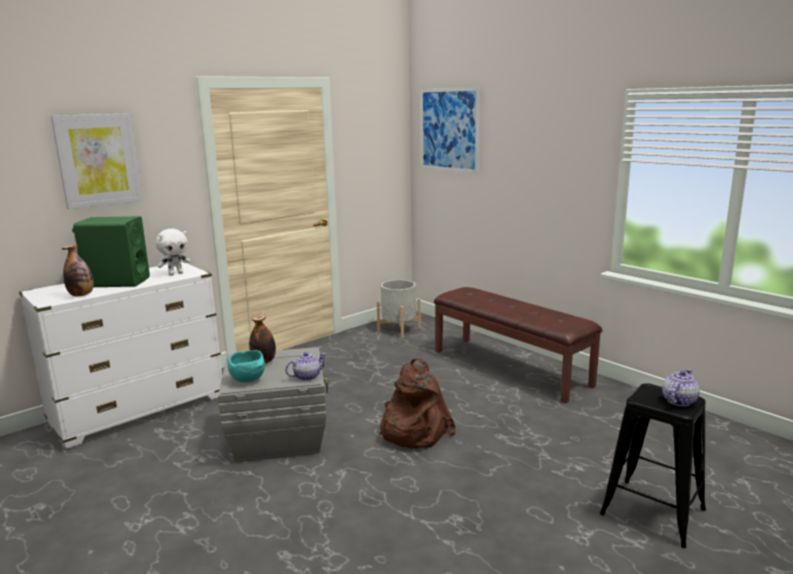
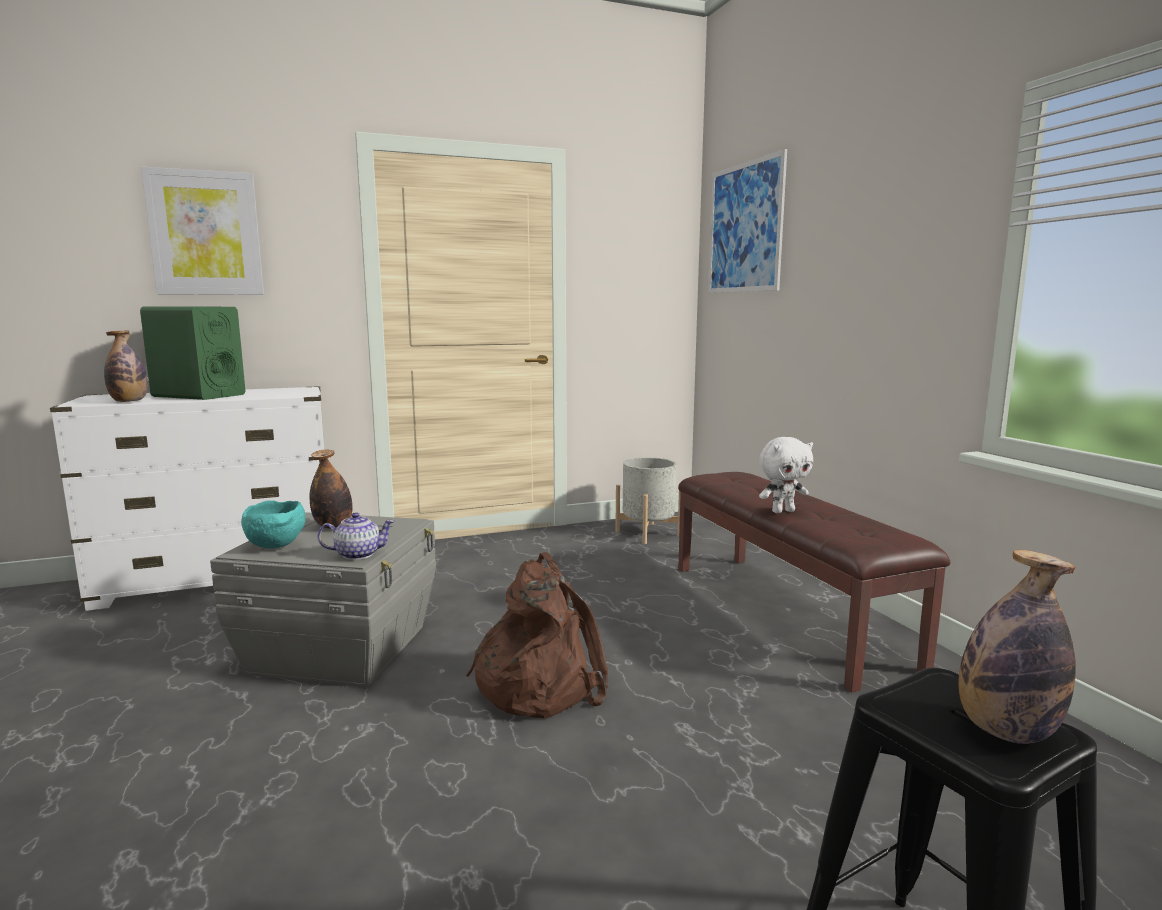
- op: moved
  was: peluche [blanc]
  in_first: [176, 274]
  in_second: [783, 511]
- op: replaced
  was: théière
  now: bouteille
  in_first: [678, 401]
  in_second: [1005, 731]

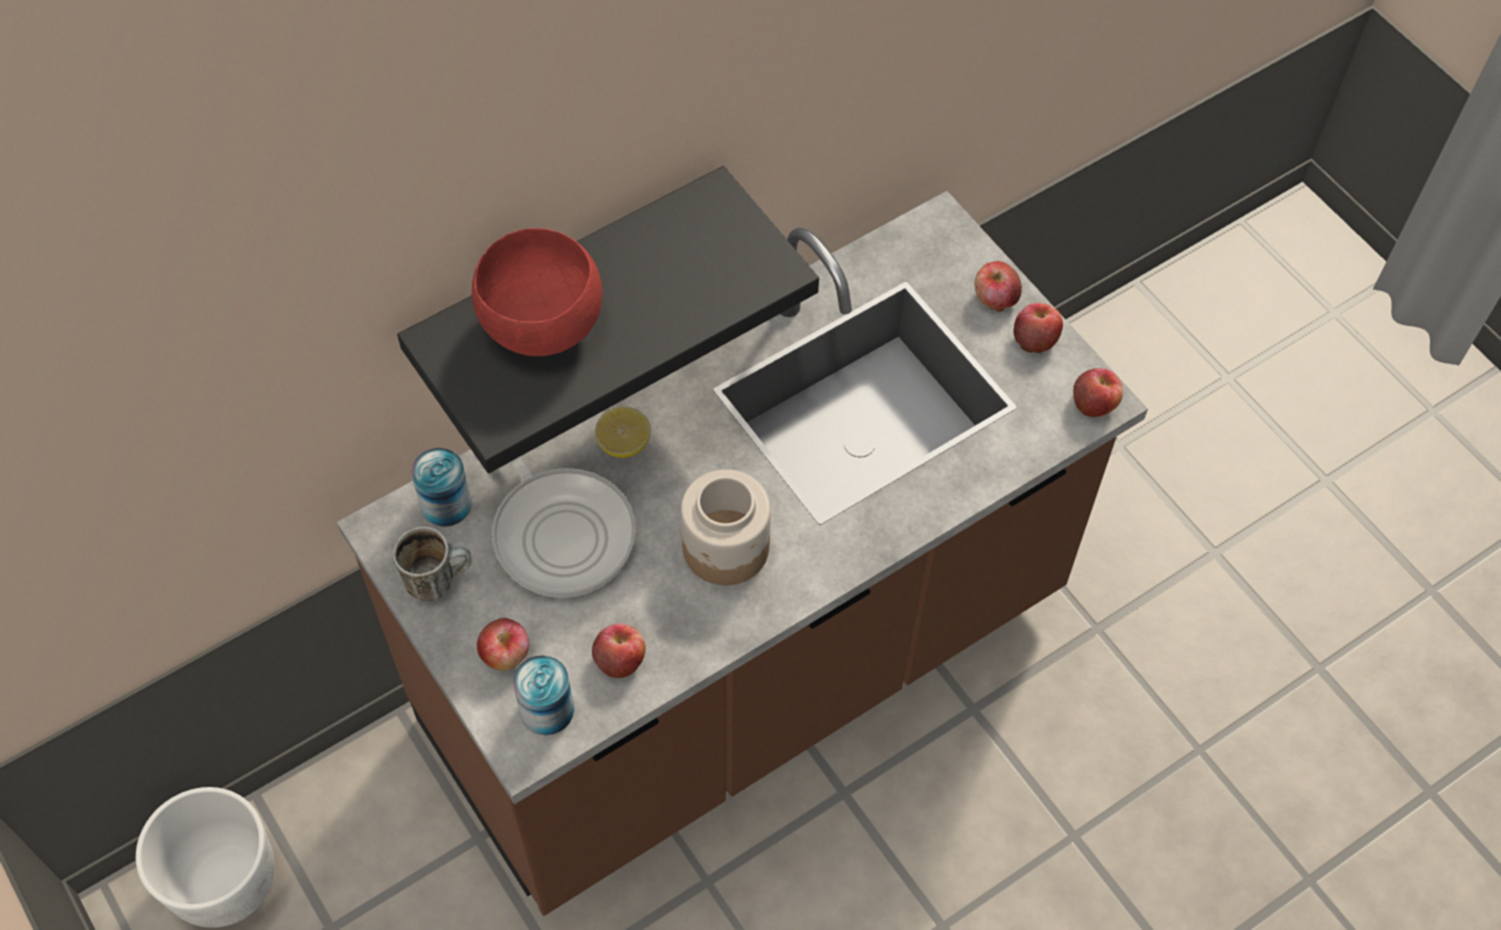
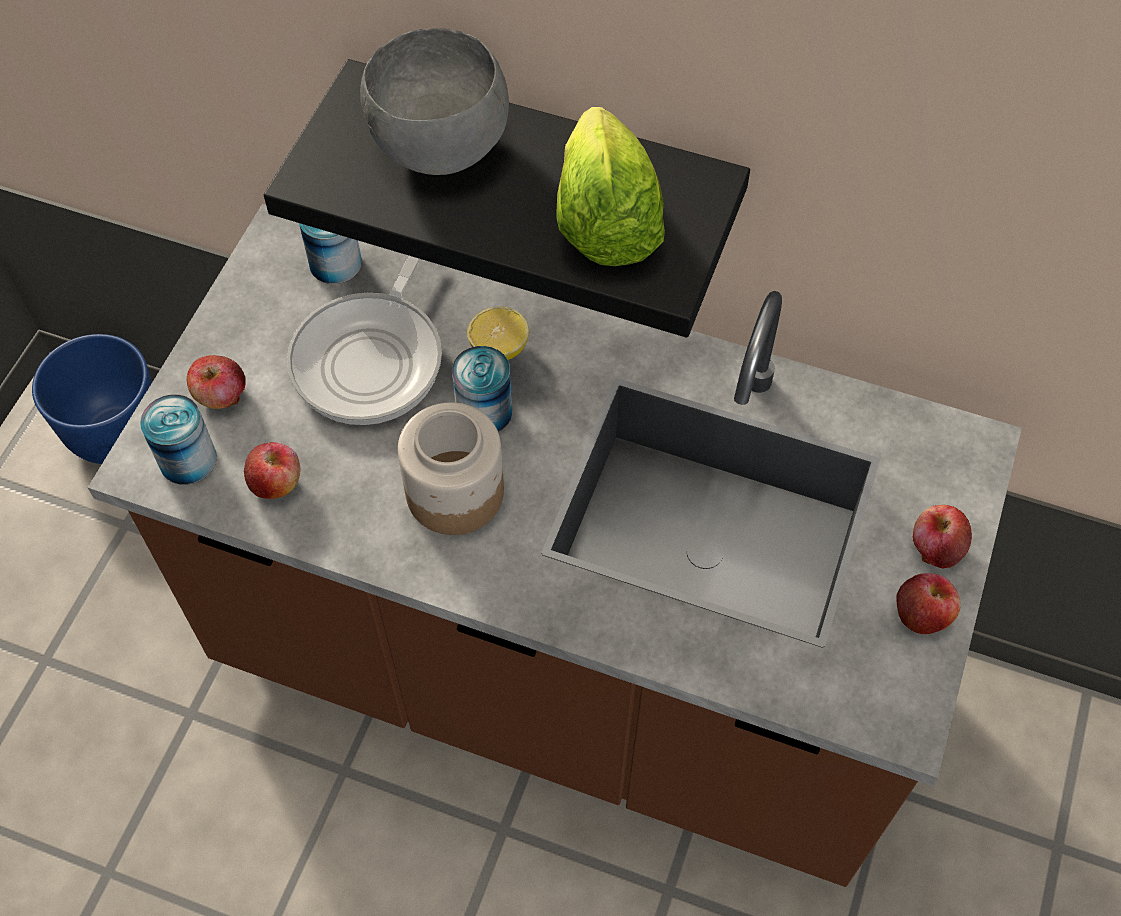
- op: recoloured
  was: bol [rouge]
  now: bol [gris]
  in_first: [542, 328]
  in_second: [437, 148]
- op: removed
  was: pomme
  in_first: [1094, 403]
- op: removed
  was: mug
  in_first: [438, 579]
- op: recoloured
  was: cache-pot [blanc]
  now: cache-pot [bleu]
  in_first: [227, 881]
  in_second: [118, 433]
- op: added
  now: laitue
  in_second: [605, 222]
- op: added
  now: boîte métallique
  in_second: [484, 411]

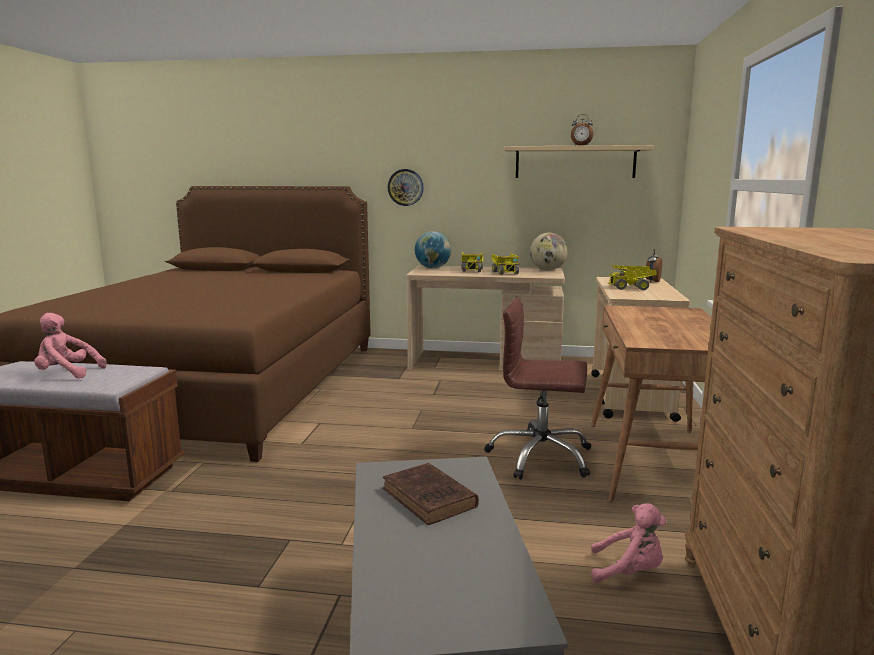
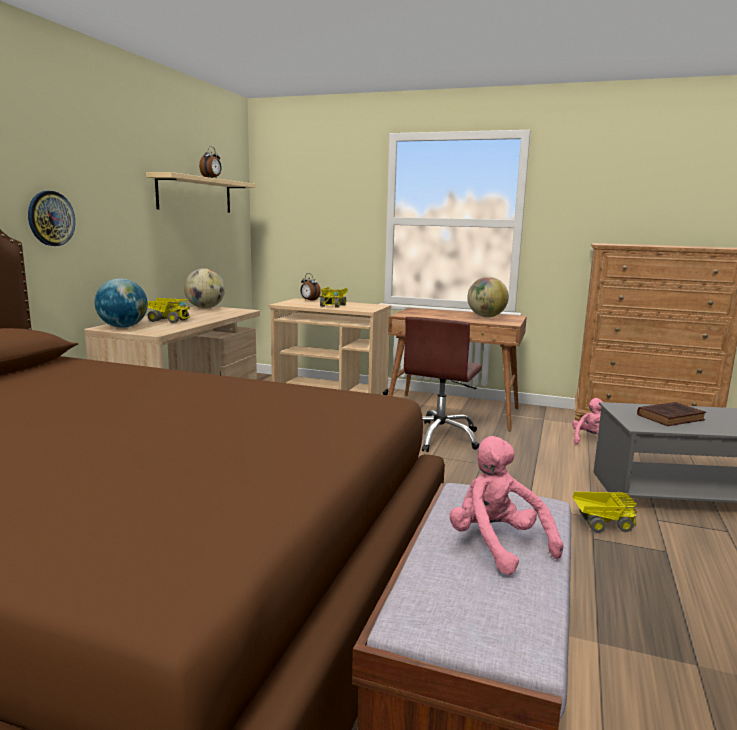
- op: moved
  was: camion jouet
  in_first: [505, 272]
  in_second: [601, 524]
- op: turned
  was: peluche [rose]
  in_first: [67, 373]
  in_second: [496, 545]
  clockwise: 135
- op: added
  now: globe
  in_second: [486, 317]

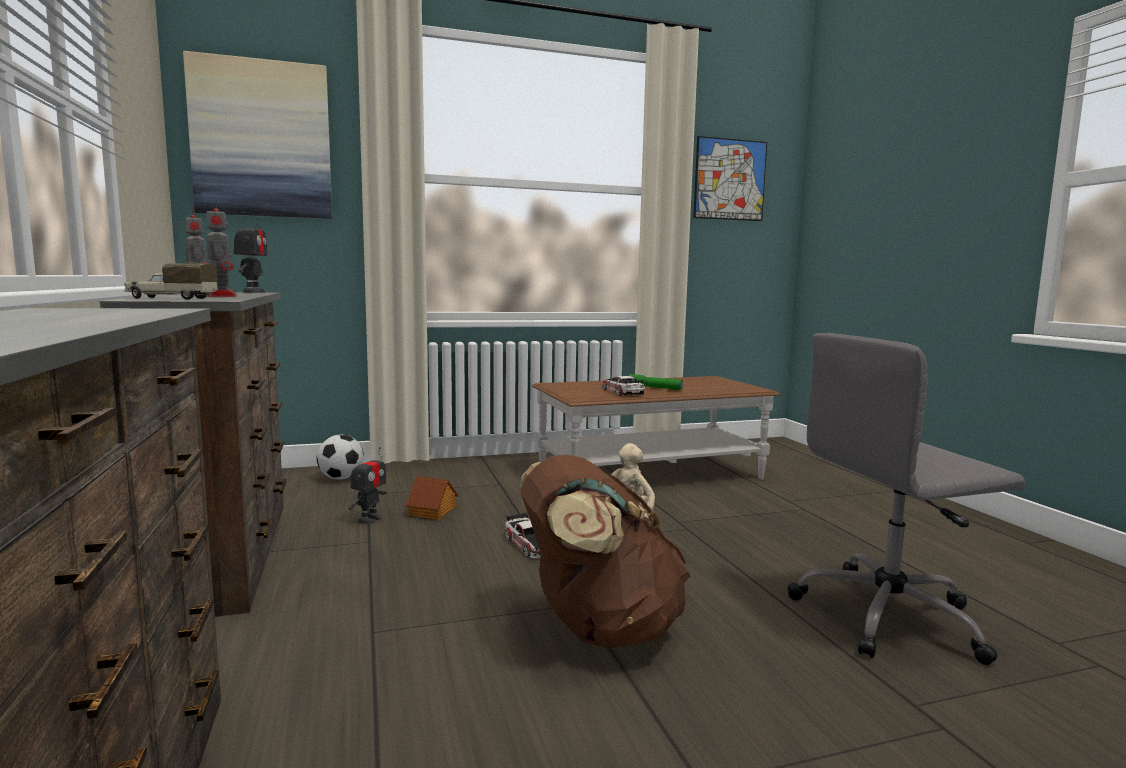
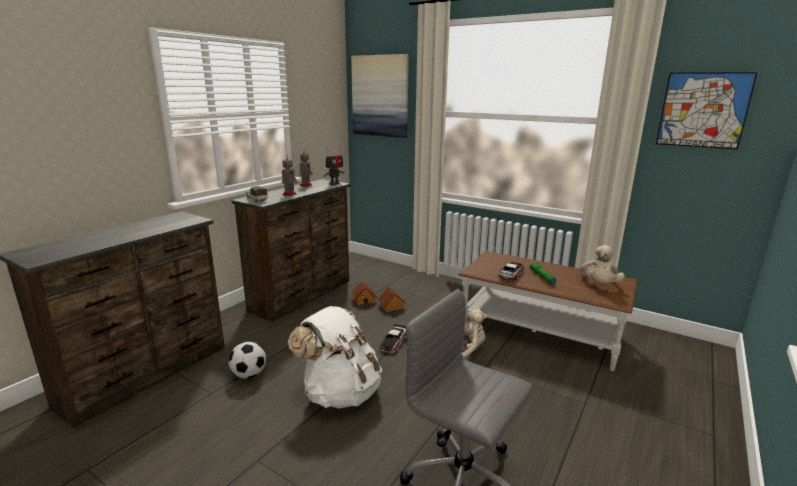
- op: moved
  was: ballon de foot
  in_first: [341, 478]
  in_second: [249, 375]
- op: replaced
  was: robot jouet
  now: maison miniature
  in_first: [369, 519]
  in_second: [364, 300]
- op: recoloured
  was: sac à dos [marron]
  now: sac à dos [blanc]
  in_first: [598, 628]
  in_second: [340, 393]
- op: added
  now: peluche [beige]
  in_second: [599, 285]

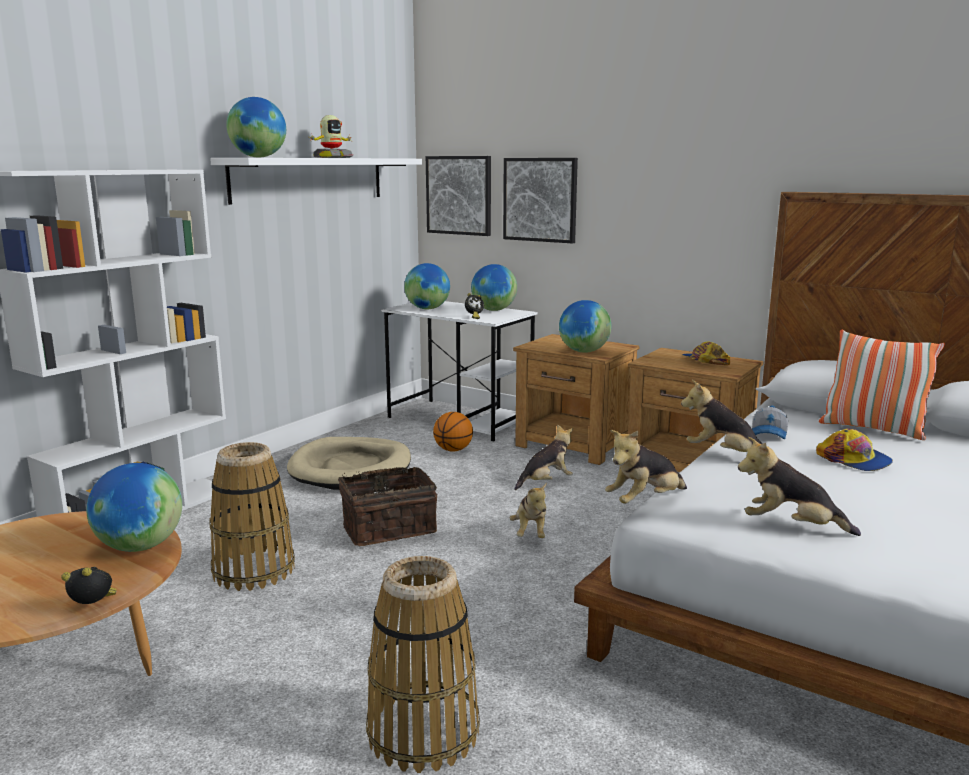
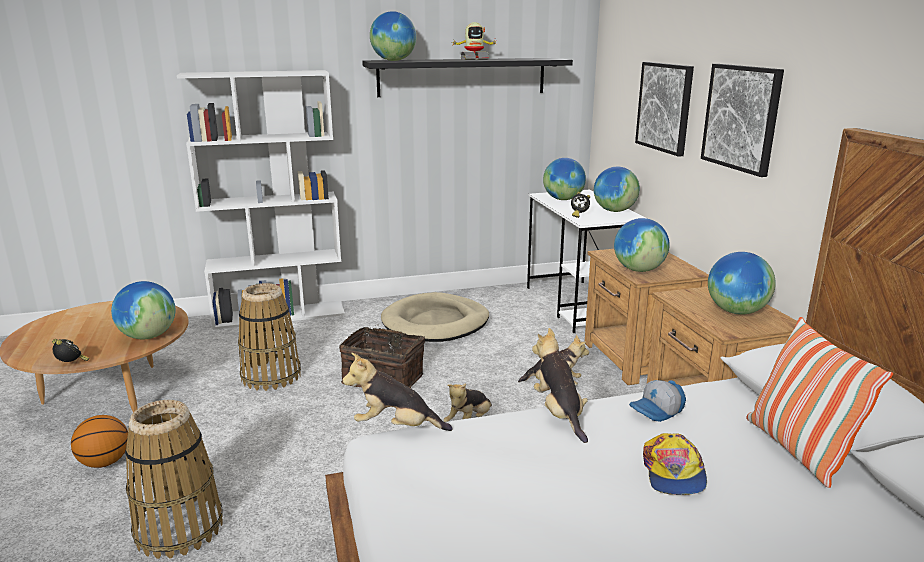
- op: moved
  was: tableau
  in_first: [459, 195]
  in_second: [741, 118]
- op: recoloured
  was: étagère [blanc]
  now: étagère [noir]
  in_first: [309, 179]
  in_second: [462, 77]
- op: replaced
  was: casquette
  now: globe
  in_first: [704, 362]
  in_second: [736, 311]
- op: moved
  was: ballon de basket
  in_first: [453, 450]
  in_second: [104, 462]
- op: removed
  was: peluche
  in_first: [791, 527]

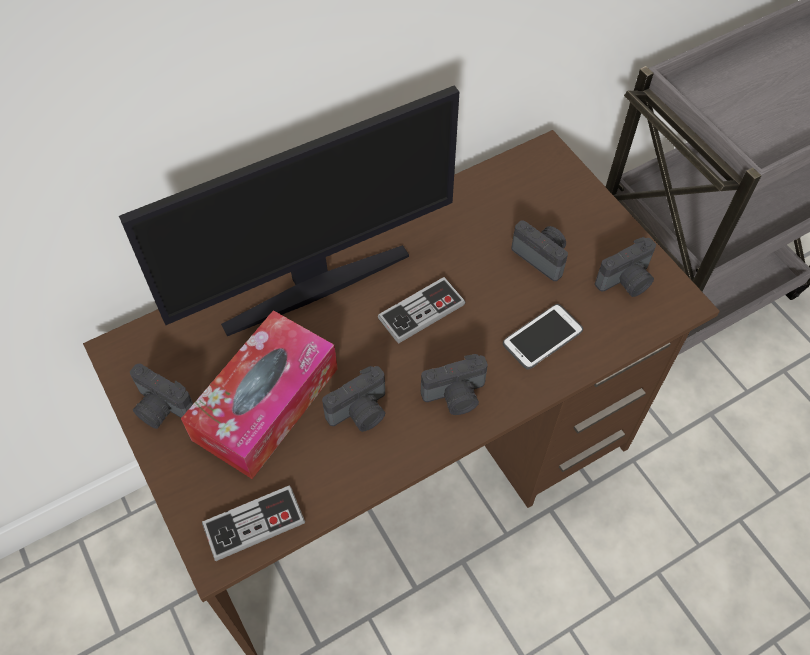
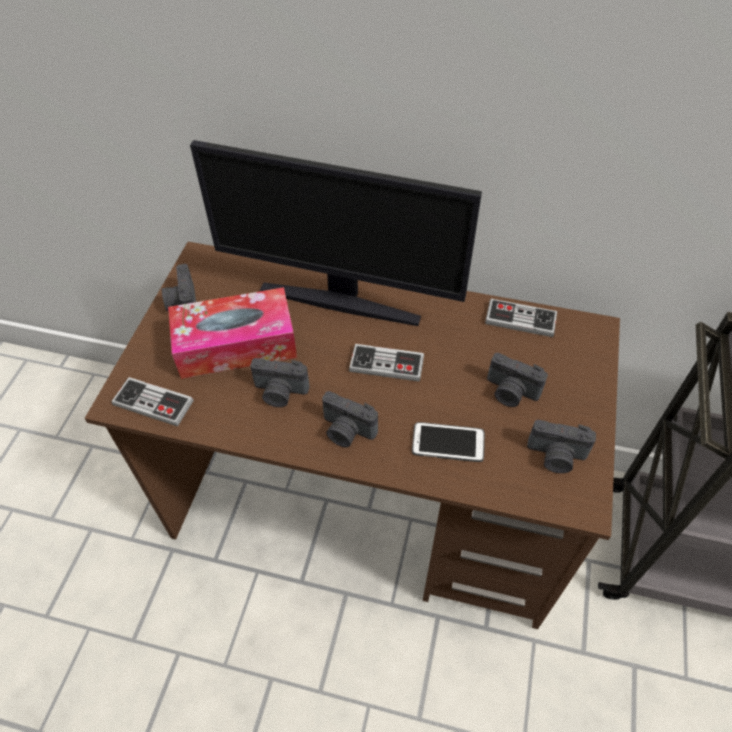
- op: turned
  was: appareil photo
  in_first: [542, 256]
  in_second: [510, 392]
  clockwise: 120
- op: added
  now: manette
  in_second: [520, 319]

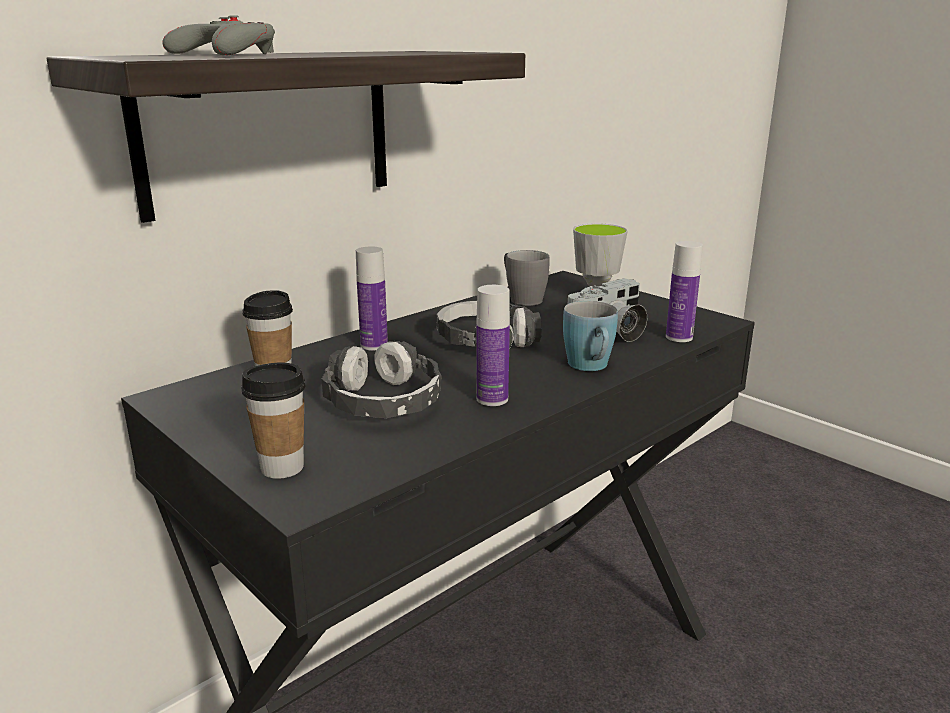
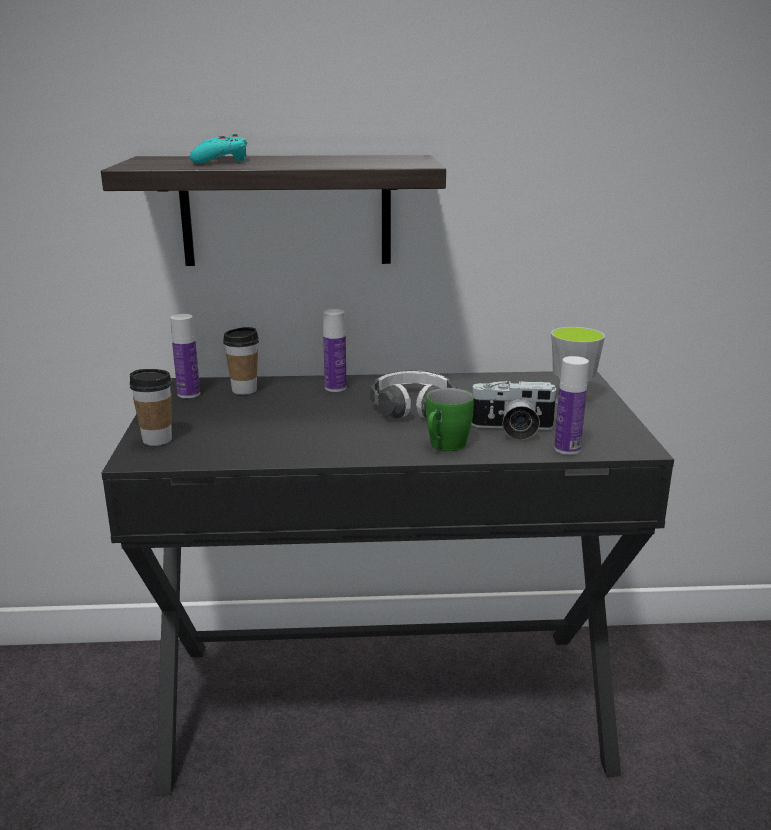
- op: recoloured
  was: manette [gris]
  now: manette [turquoise]
  in_first: [224, 54]
  in_second: [220, 160]
- op: removed
  was: mug [gris]
  in_first: [521, 298]
- op: moved
  was: bouteille
  in_first: [492, 399]
  in_second: [188, 394]
- op: recoloured
  was: mug [bleu]
  now: mug [vert]
  in_first: [591, 367]
  in_second: [444, 447]
- op: removed
  was: casque audio
  in_first: [383, 401]

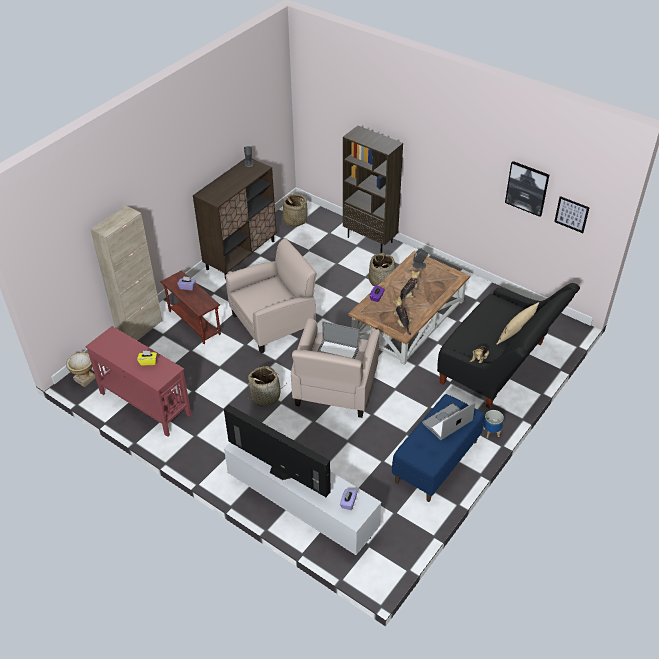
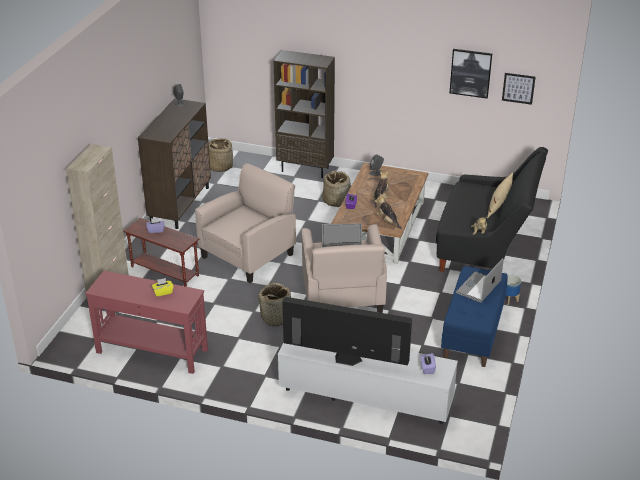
- op: removed
  was: vase
  in_first: [84, 379]

